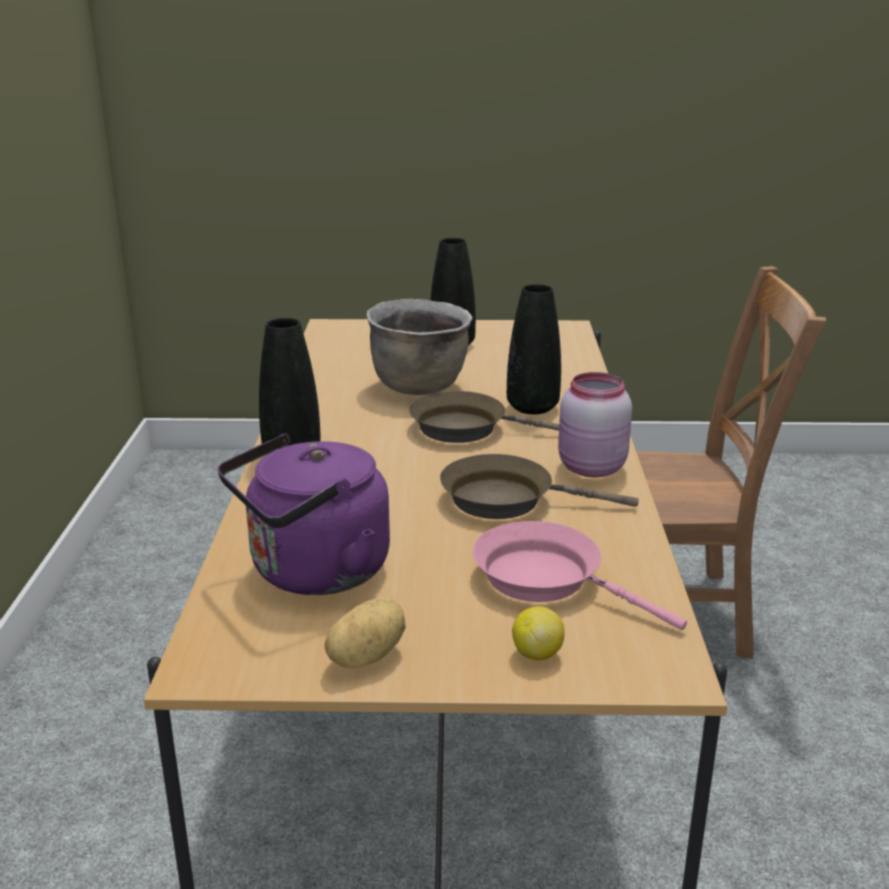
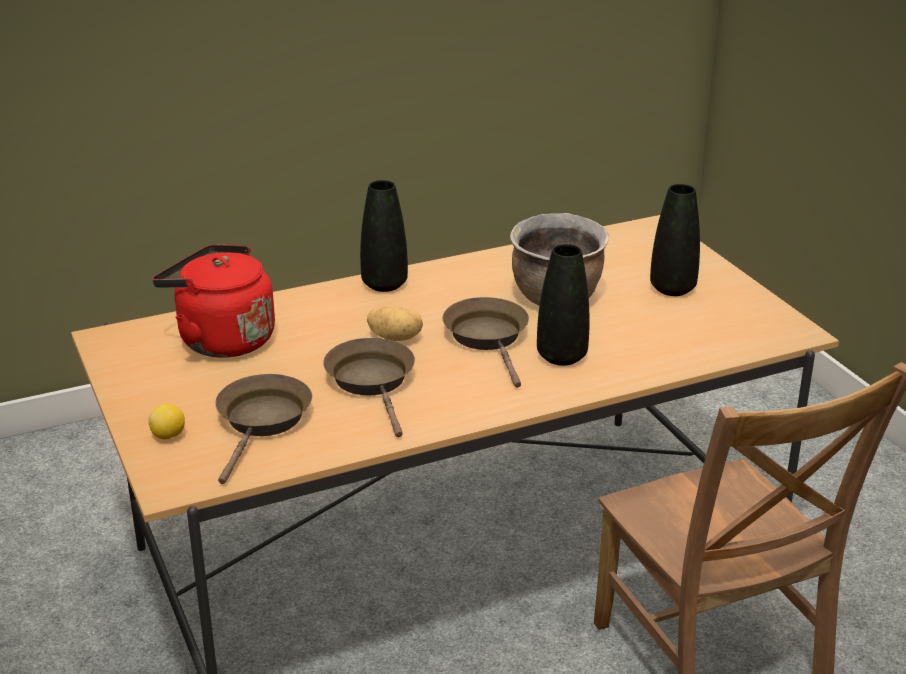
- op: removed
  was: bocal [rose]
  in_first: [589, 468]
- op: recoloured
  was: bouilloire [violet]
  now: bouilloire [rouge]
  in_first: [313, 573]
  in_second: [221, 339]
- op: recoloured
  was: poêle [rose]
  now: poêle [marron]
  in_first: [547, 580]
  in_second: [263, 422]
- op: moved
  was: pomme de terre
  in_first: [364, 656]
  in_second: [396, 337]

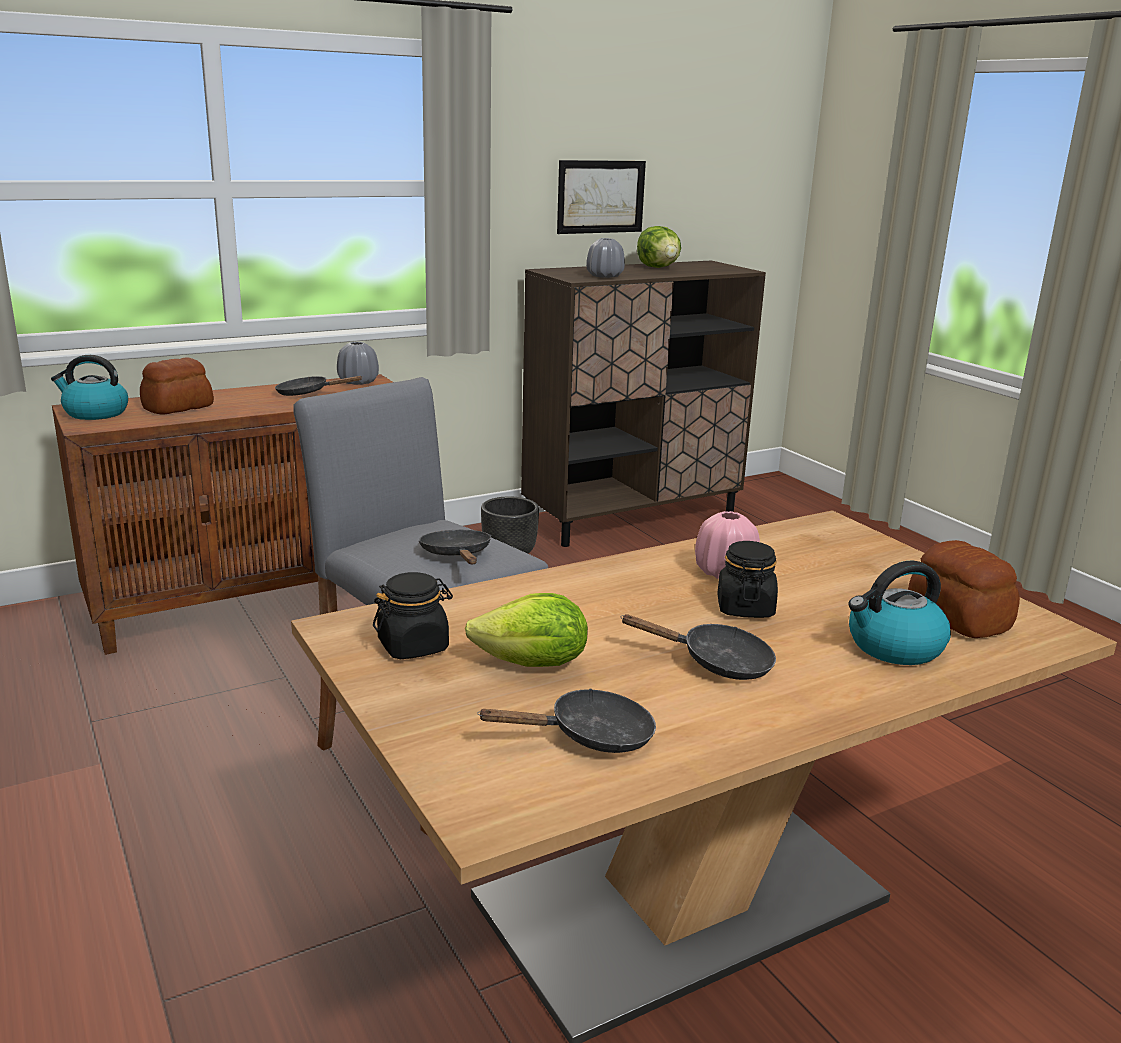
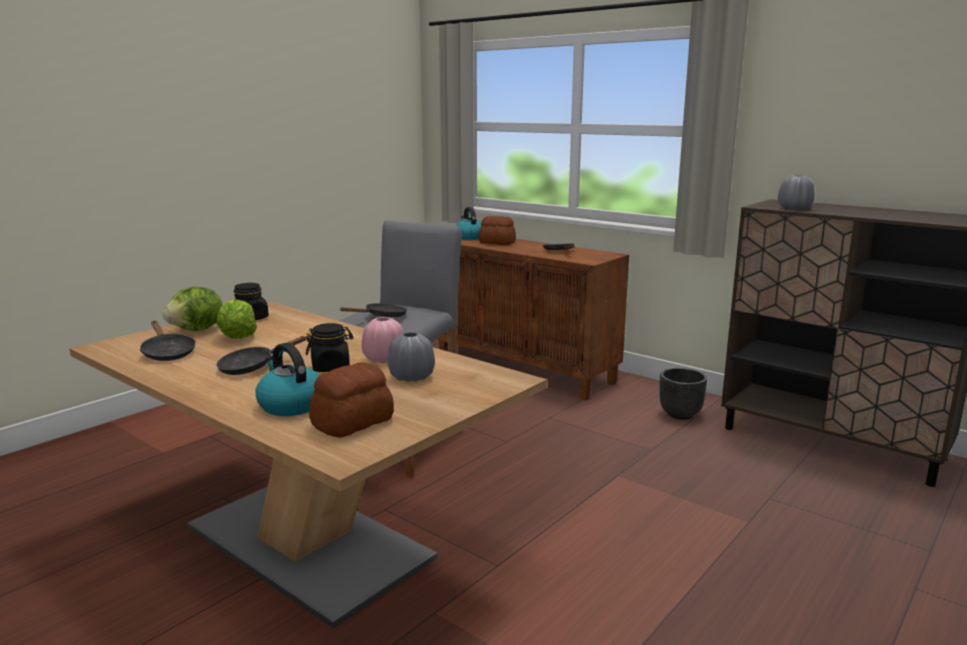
- op: removed
  was: tableau
  in_first: [600, 197]
- op: moved
  was: laitue
  in_first: [658, 267]
  in_second: [197, 330]
- op: moved
  was: vase [gris]
  in_first: [358, 382]
  in_second: [411, 377]
- op: turned
  was: poêle [noir]
  in_first: [717, 663]
  in_second: [252, 367]
  clockwise: 60

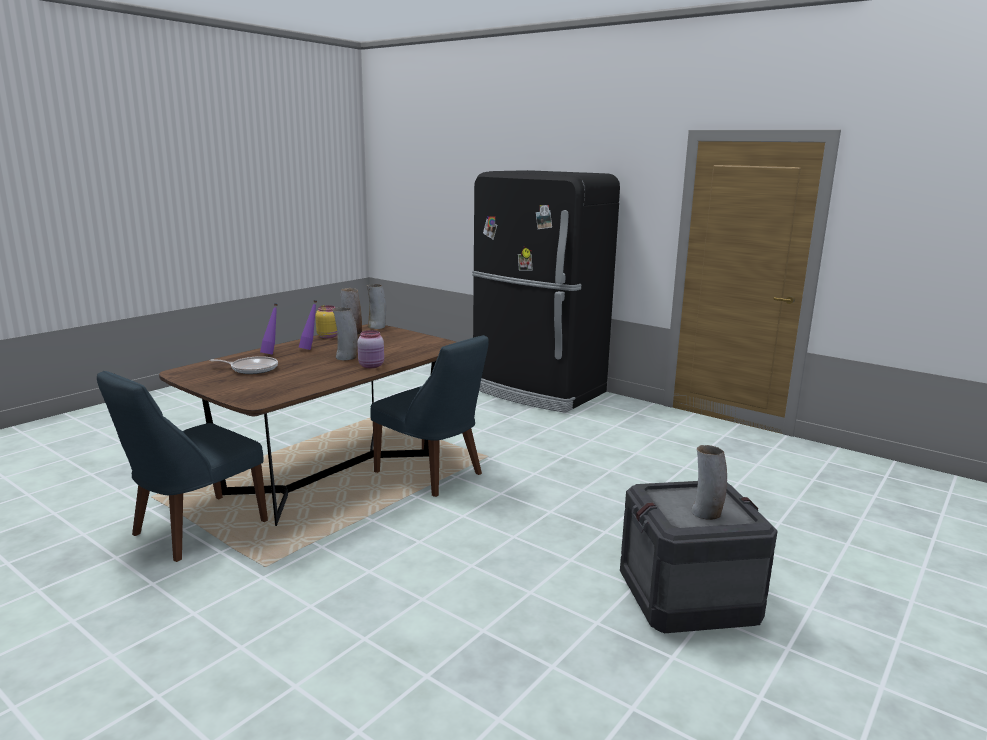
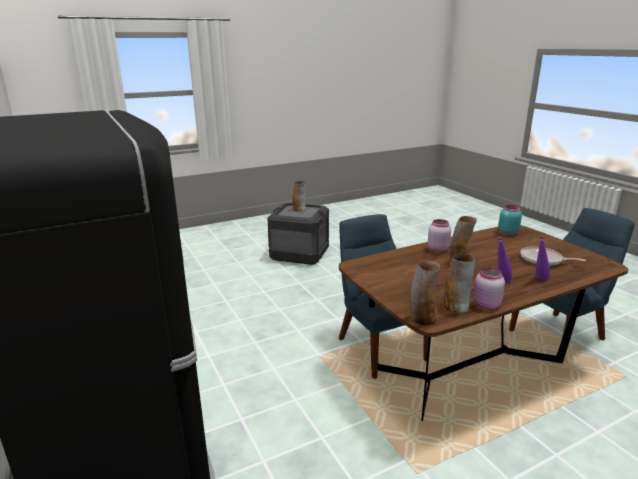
- op: recoloured
  was: bocal [jaune]
  now: bocal [rose]
  in_first: [328, 336]
  in_second: [486, 305]
- op: added
  now: bocal [turquoise]
  in_second: [507, 232]

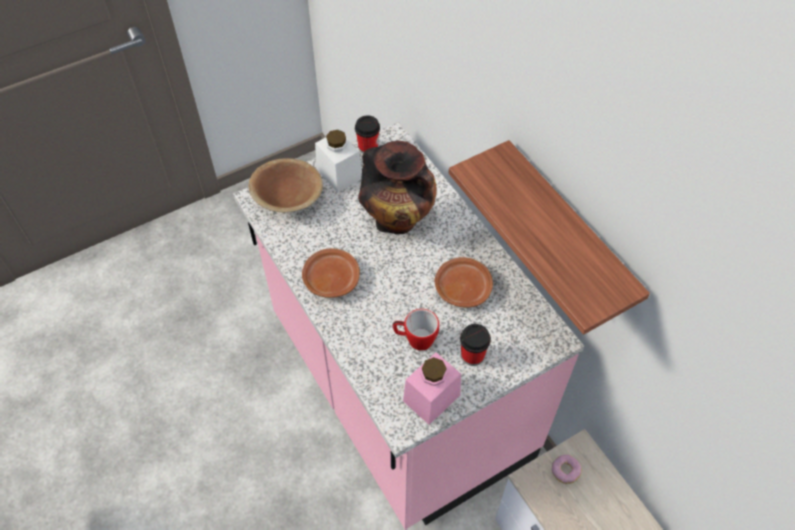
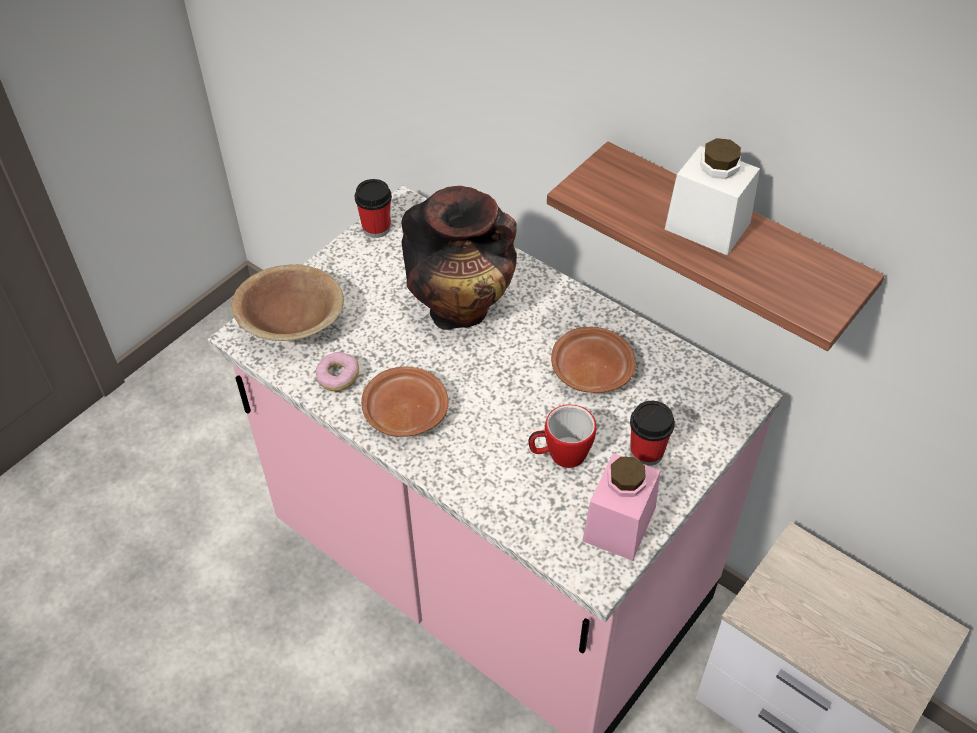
- op: moved
  was: bocal [blanc]
  in_first: [339, 174]
  in_second: [707, 226]
- op: moved
  was: beignet
  in_first: [565, 471]
  in_second: [338, 378]

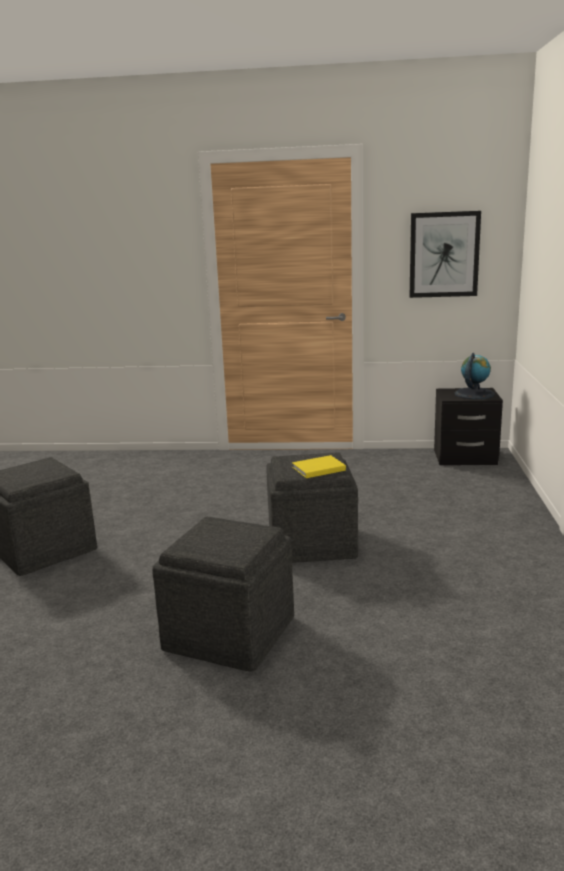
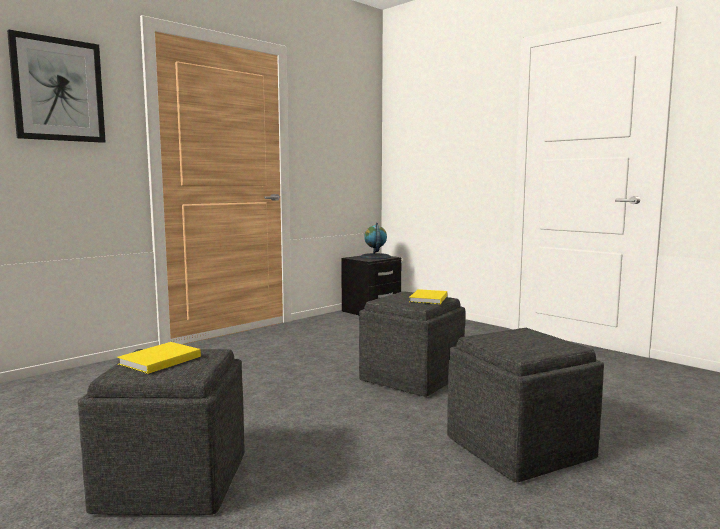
- op: moved
  was: tableau
  in_first: [444, 254]
  in_second: [58, 90]
- op: added
  now: livre [jaune]
  in_second: [158, 361]

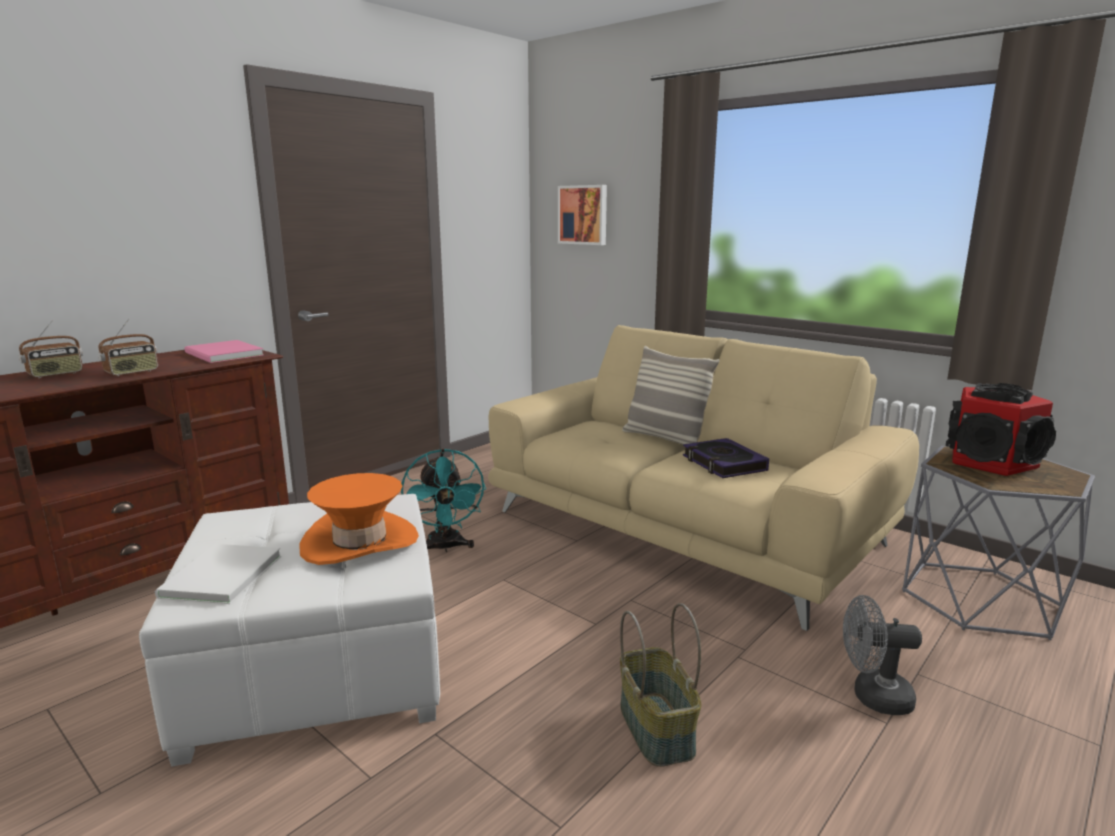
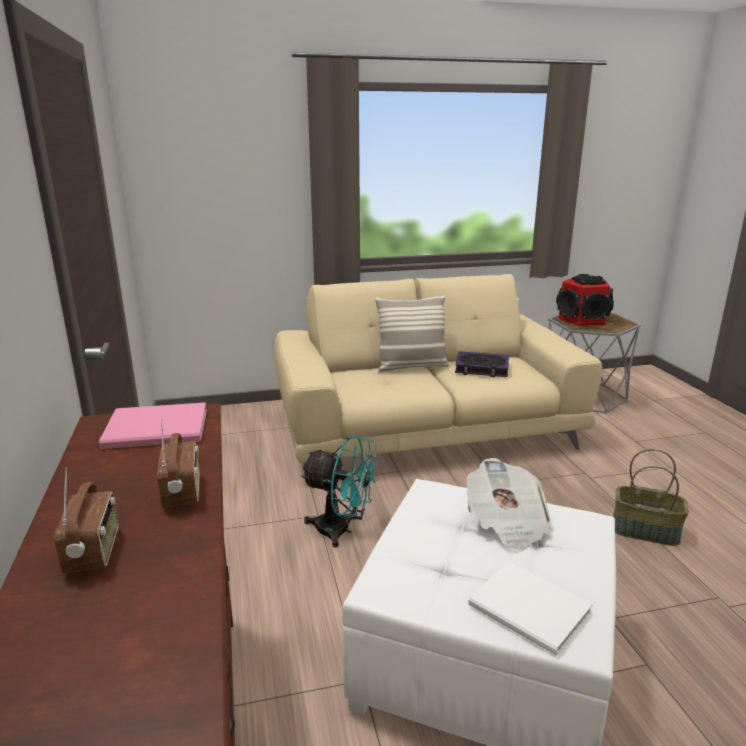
- op: removed
  was: tableau
  in_first: [583, 215]
- op: replaced
  was: chapeau [orange]
  now: journal
  in_first: [360, 542]
  in_second: [506, 524]
- op: removed
  was: ventilateur [gris]
  in_first: [873, 697]

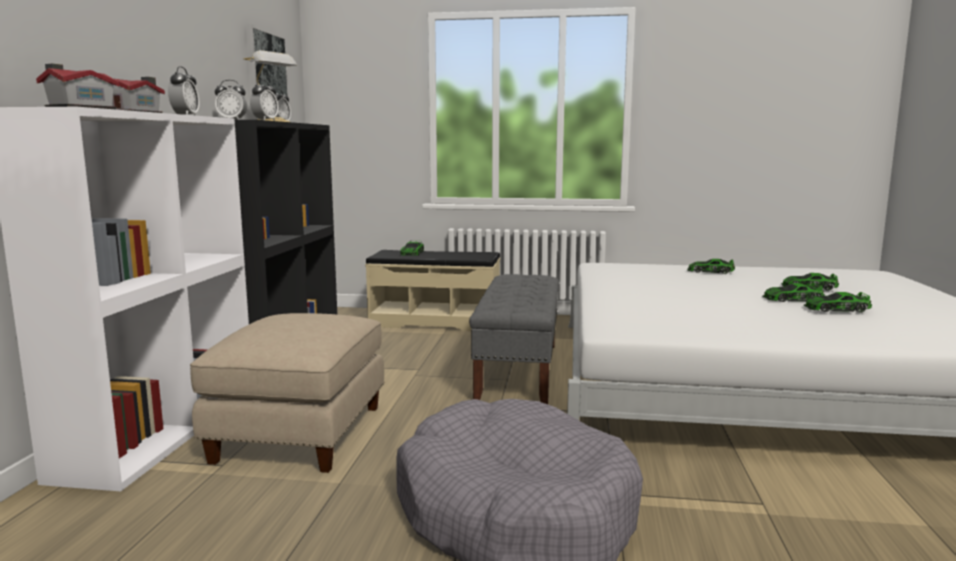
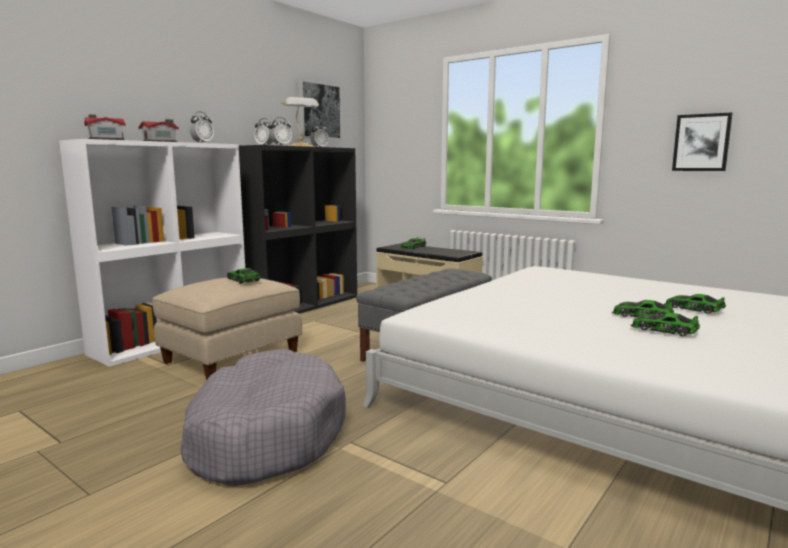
- op: moved
  was: petite voiture
  in_first: [710, 271]
  in_second: [243, 280]
- op: added
  now: tableau
  in_second: [701, 142]

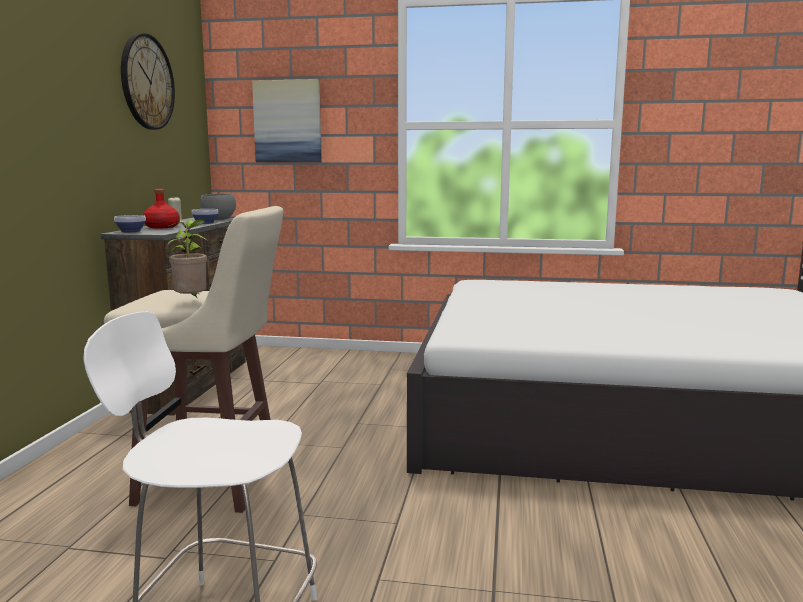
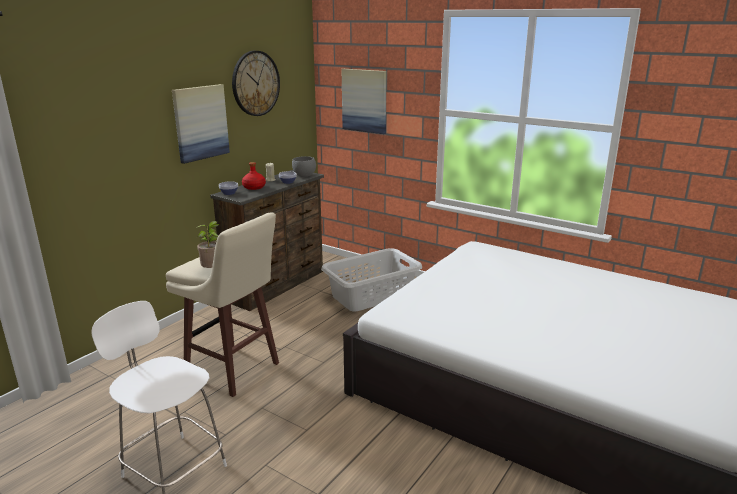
- op: added
  now: tableau
  in_second: [200, 123]
- op: added
  now: panier à linge [gris]
  in_second: [372, 295]

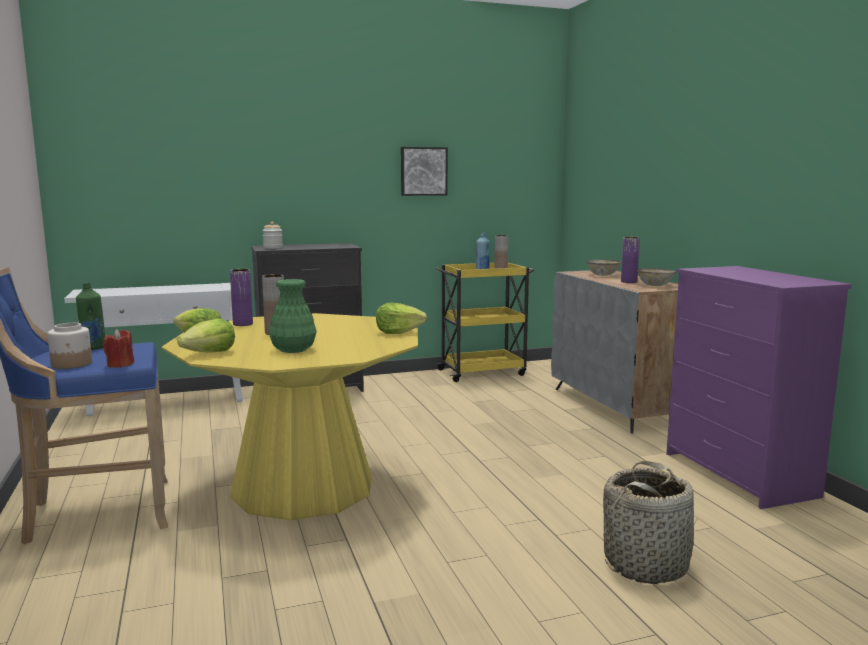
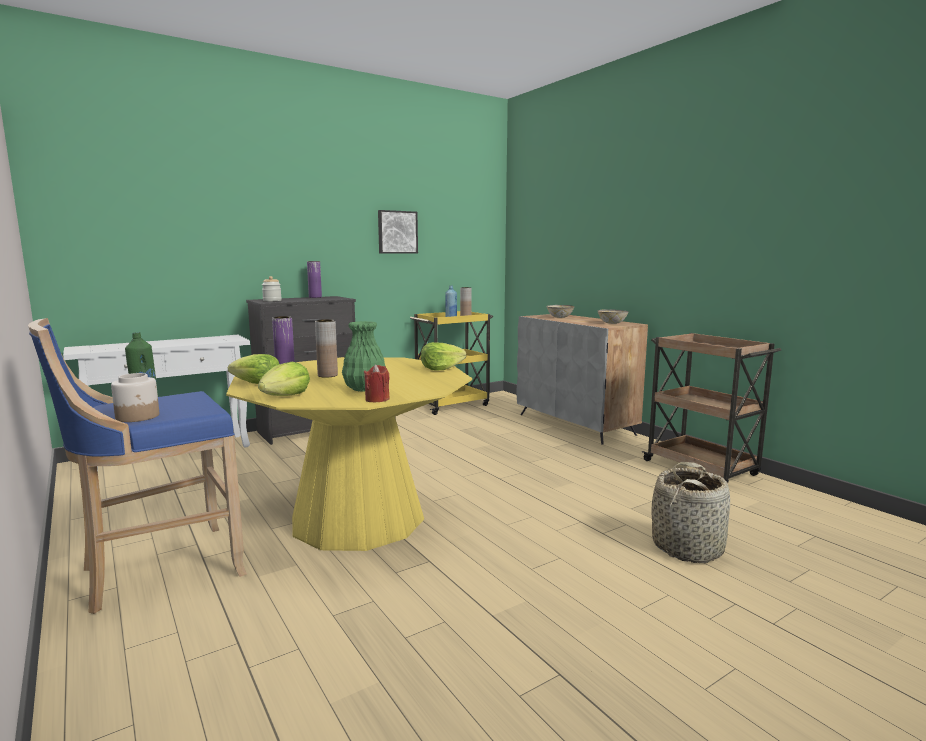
- op: moved
  was: vase [violet]
  in_first: [629, 282]
  in_second: [315, 297]
- op: replaced
  was: commode [violet]
  now: chariot [marron]
  in_first: [739, 475]
  in_second: [702, 469]
- op: moved
  was: bougie [rouge]
  in_first: [120, 364]
  in_second: [377, 399]

